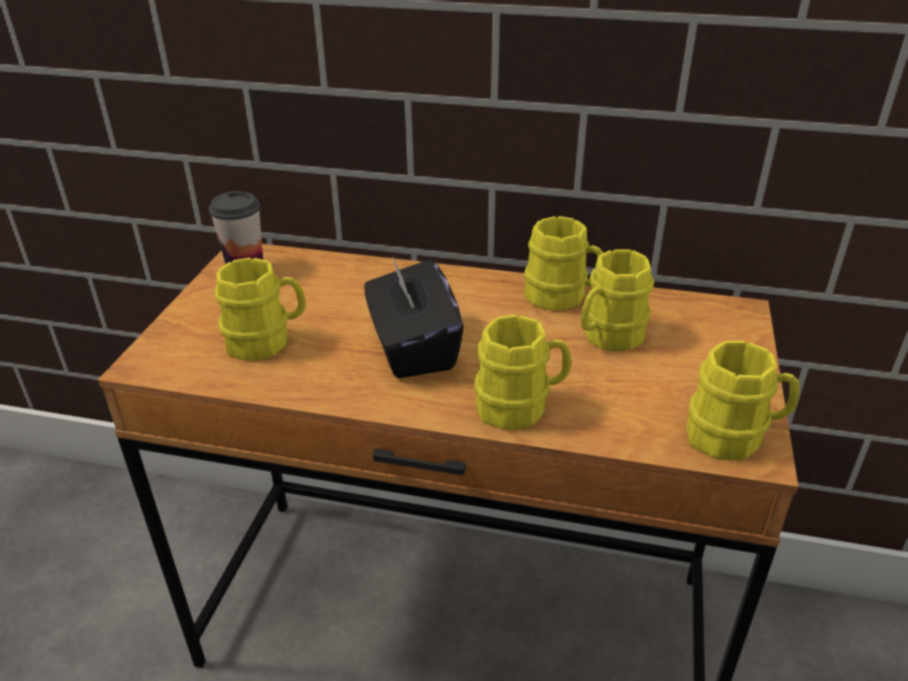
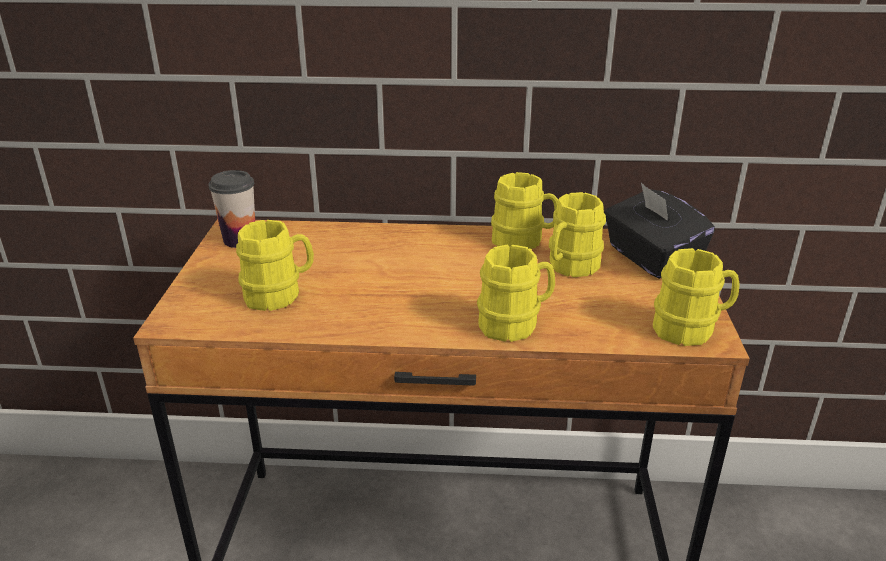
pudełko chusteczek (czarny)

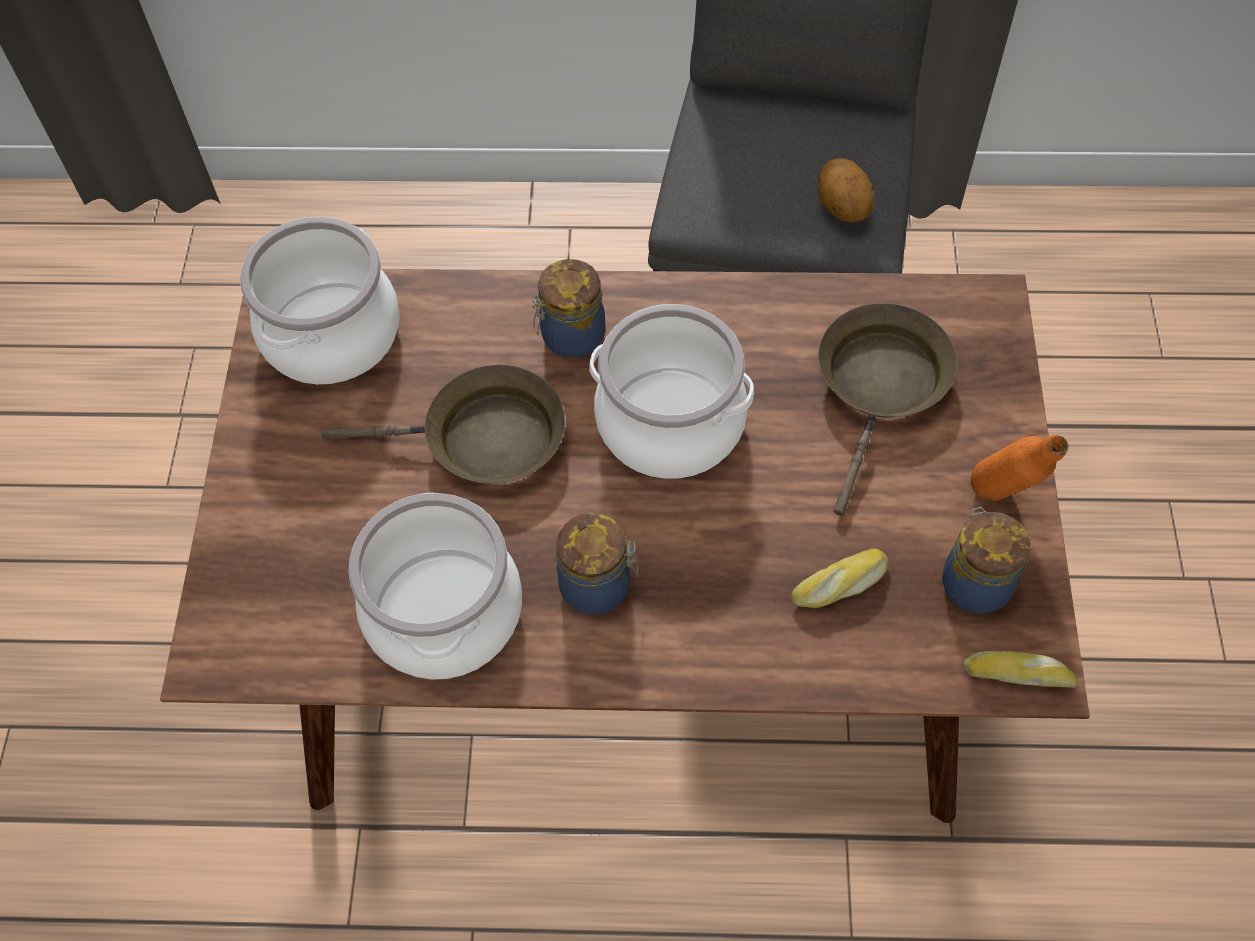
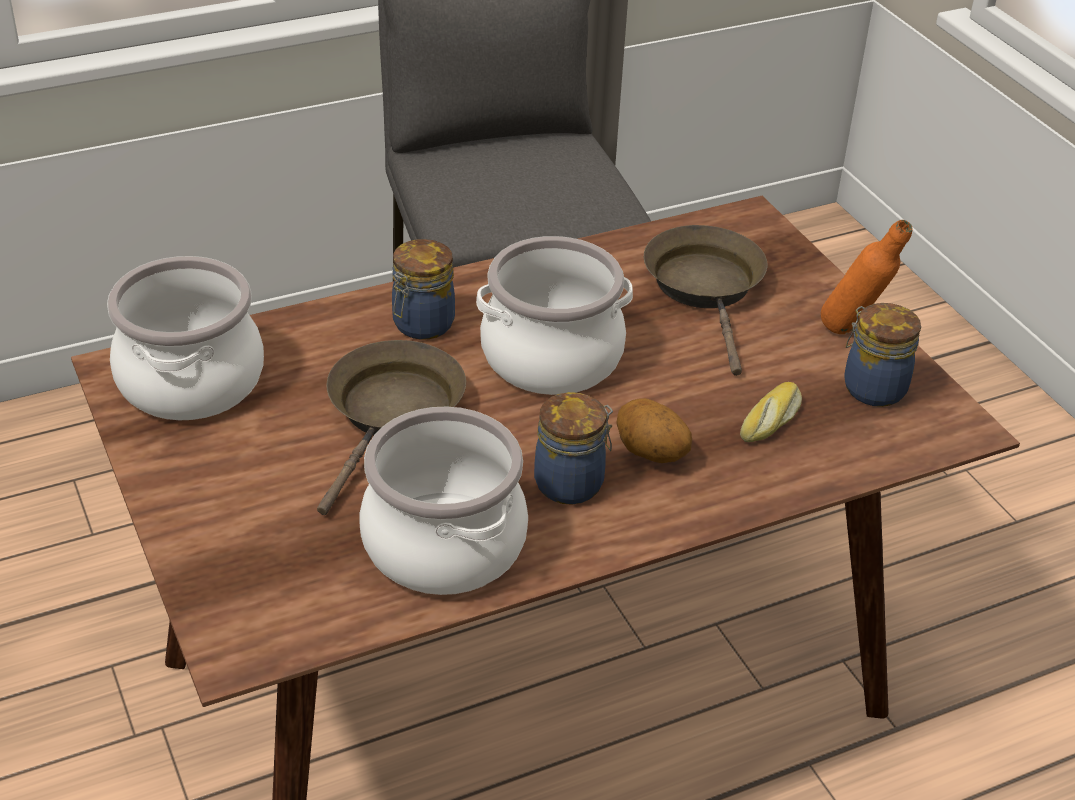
patelnia (brązowy) (no. 1 from left)
ziemniak
chleb (no. 2 from left in the first image)

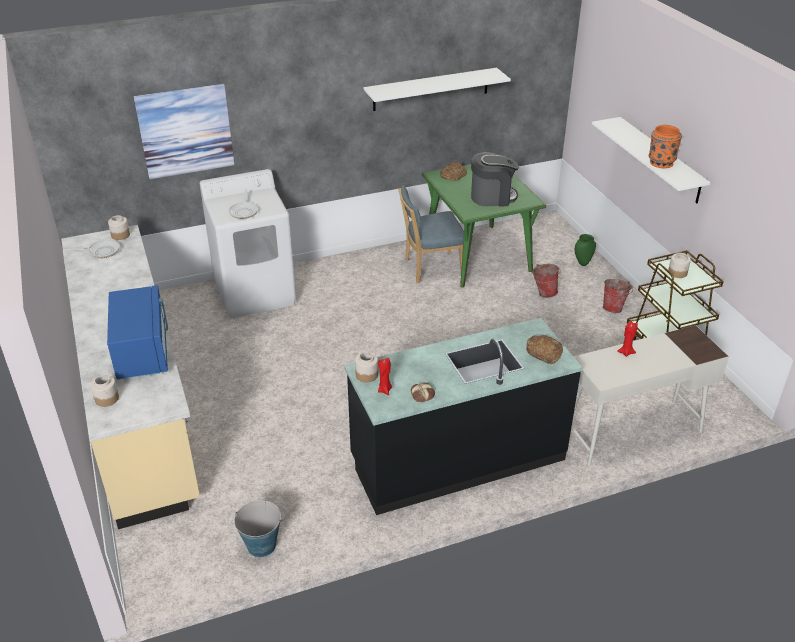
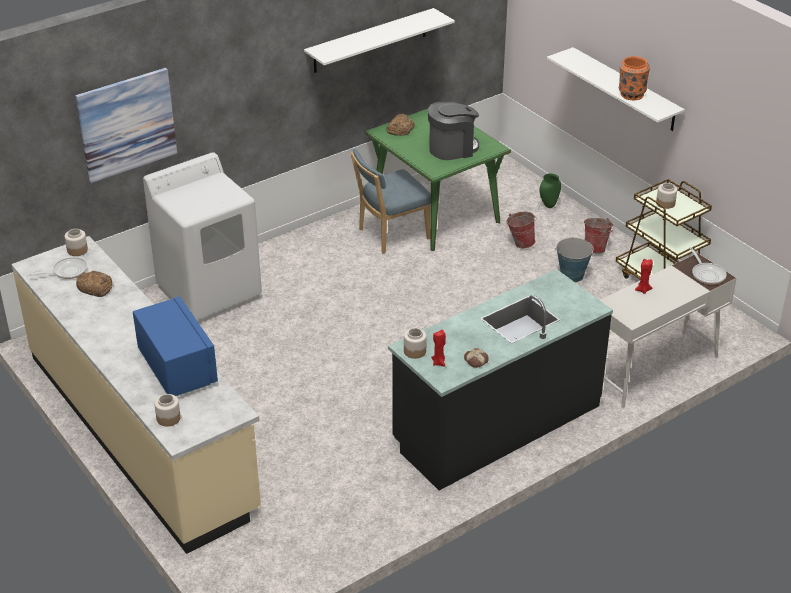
patelnia (no. 2 from left)
wiadro (no. 2 from left)
chleb (no. 1 from left)

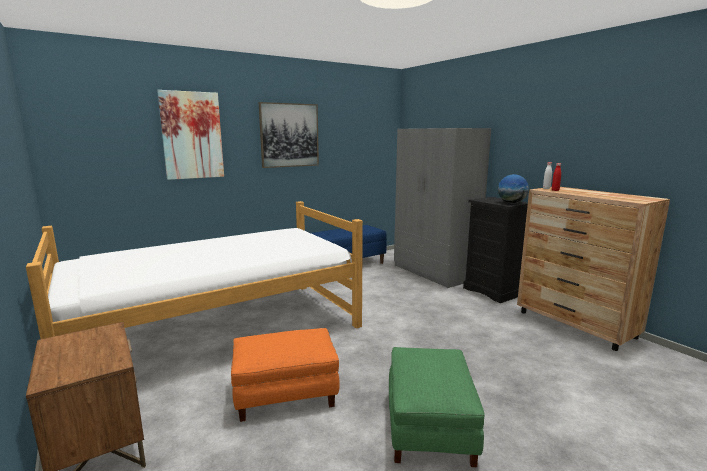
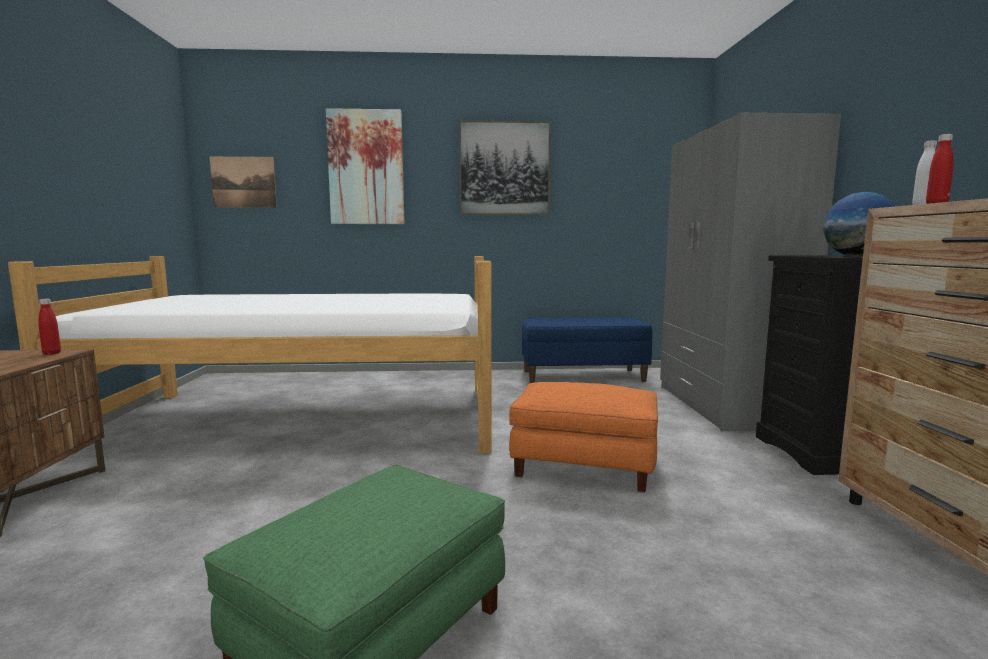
pufa (pomarańczowy)
butelka (czerwony) (no. 1 from left)
obraz (no. 1 from left)

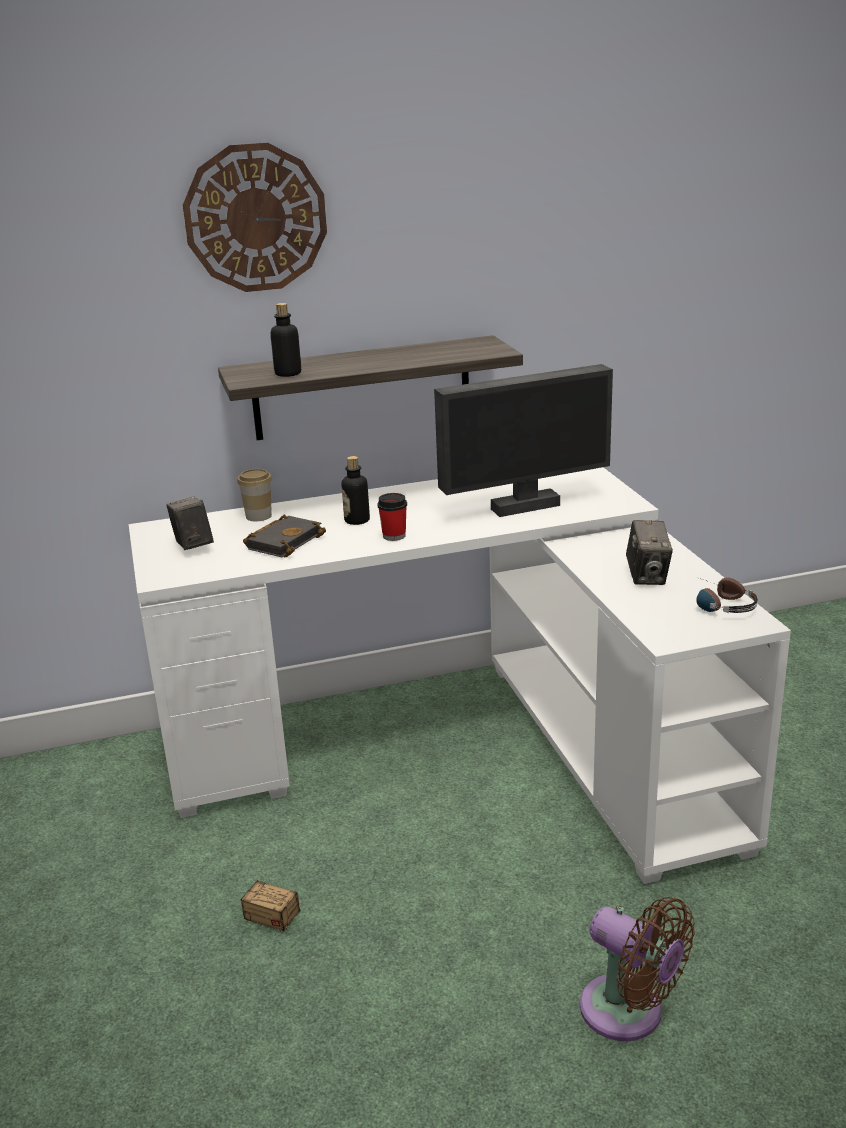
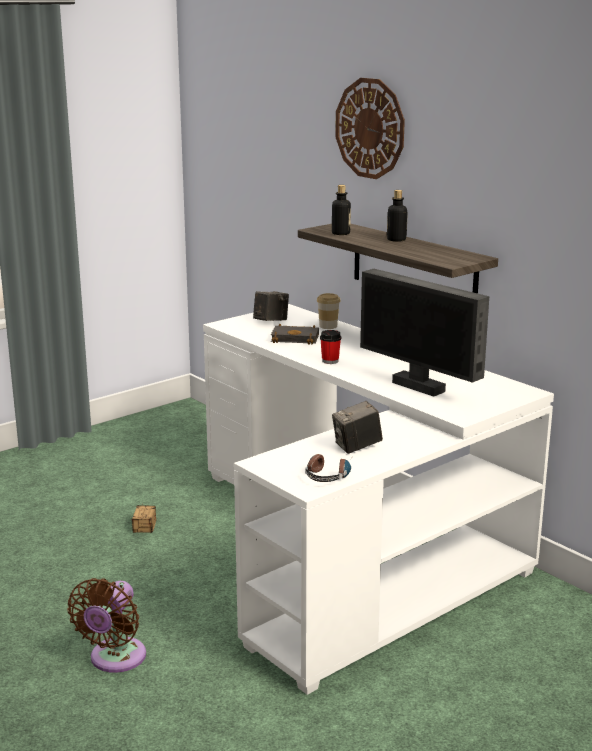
butelka (no. 2 from left)

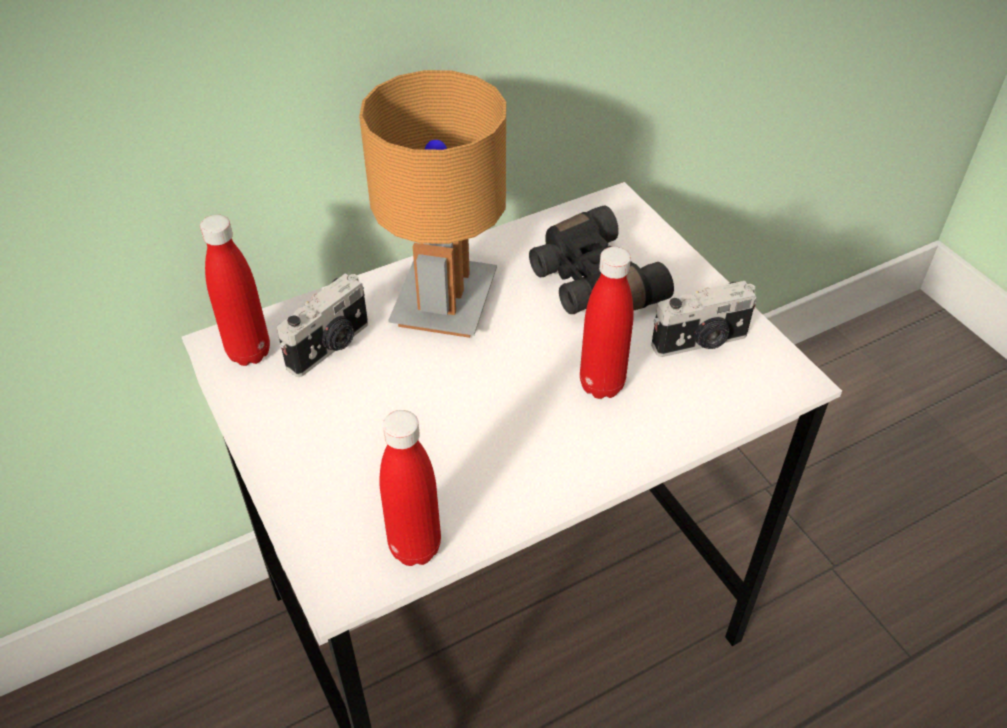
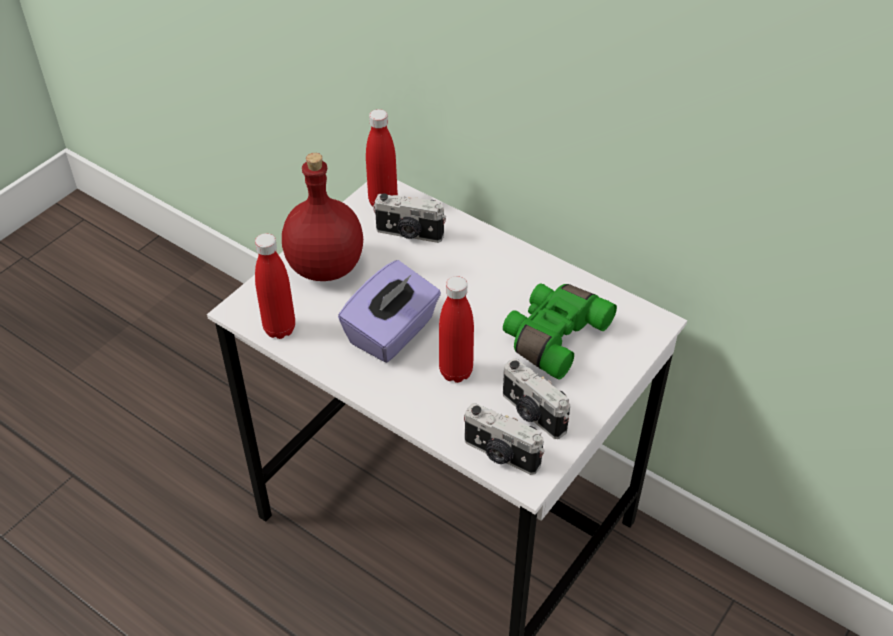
lampa stołowa (brązowy)
lornetka (zielony)
butelka (czerwony) (no. 2 from left)
pudełko chusteczek (fioletowy)
aparat fotograficzny (no. 2 from left)

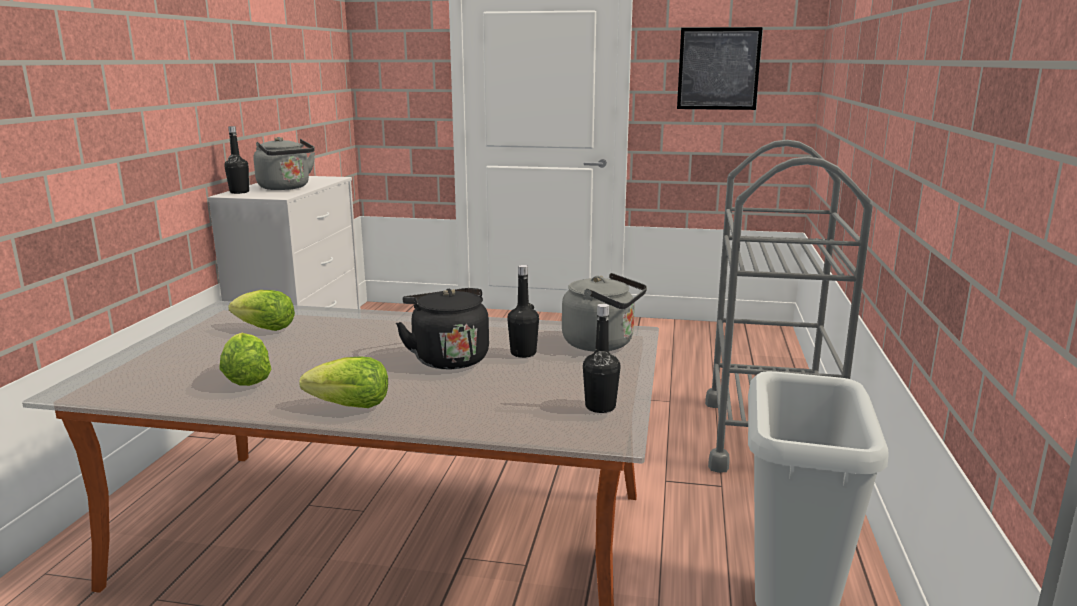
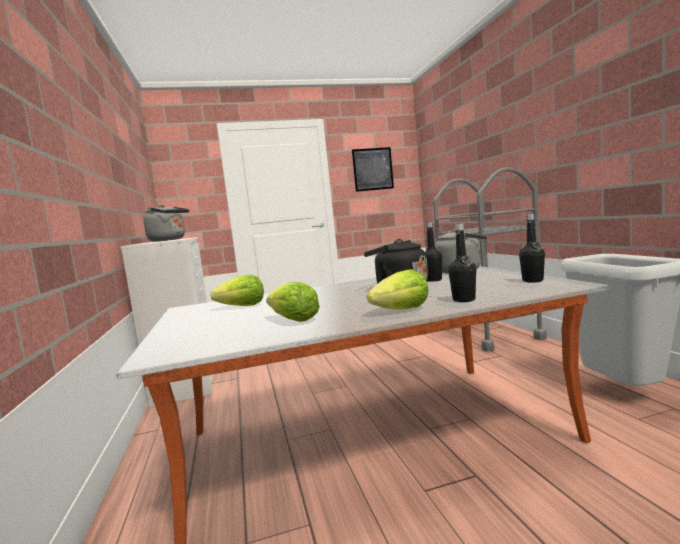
butelka (czarny) (no. 2 from left)

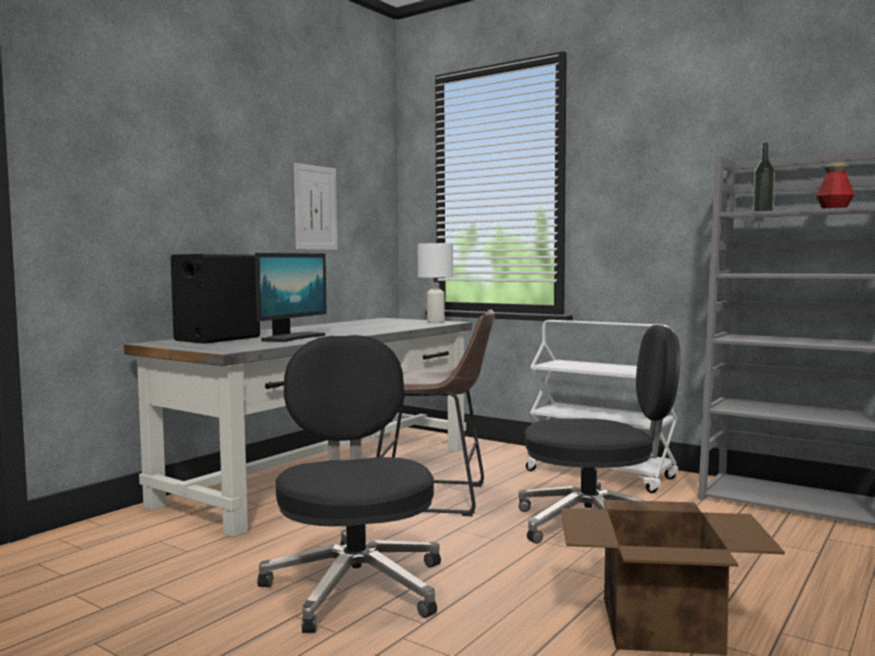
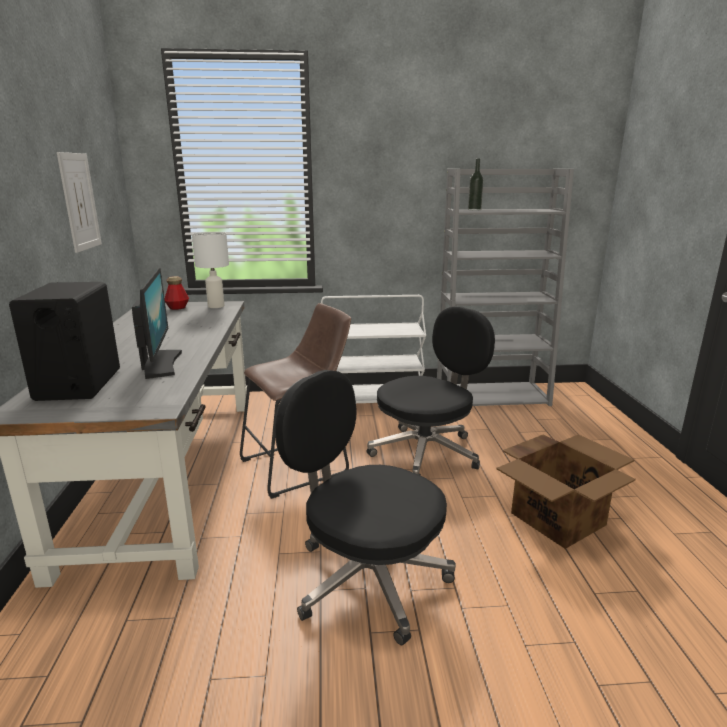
butelka (no. 1 from left)

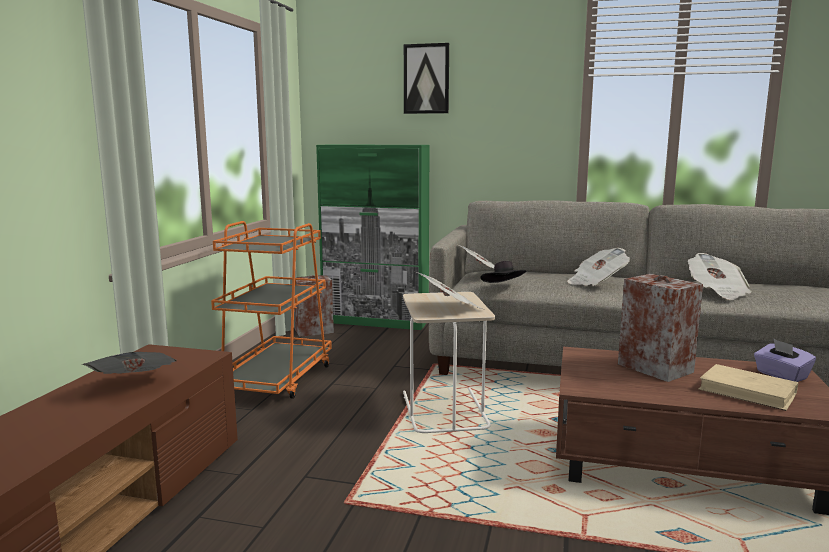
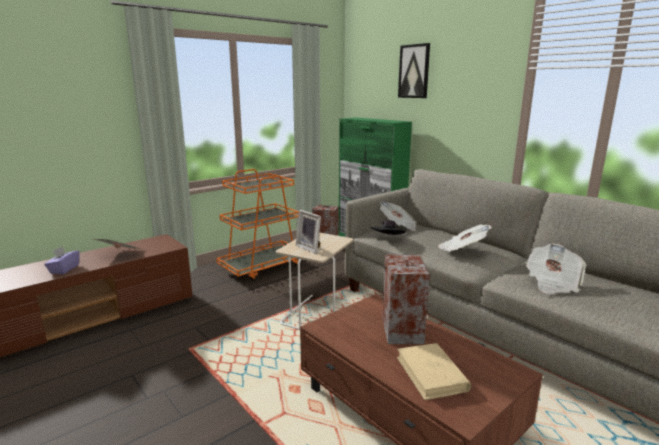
ramka na zdjęcie
pudełko chusteczek (fioletowy)

